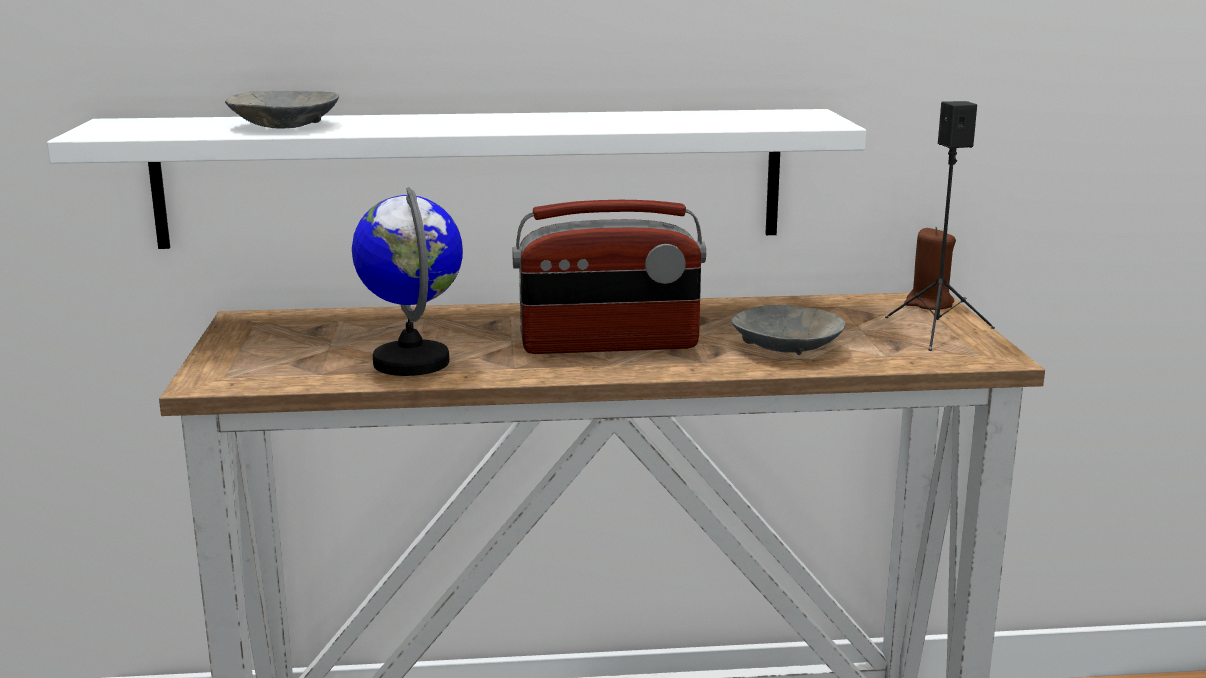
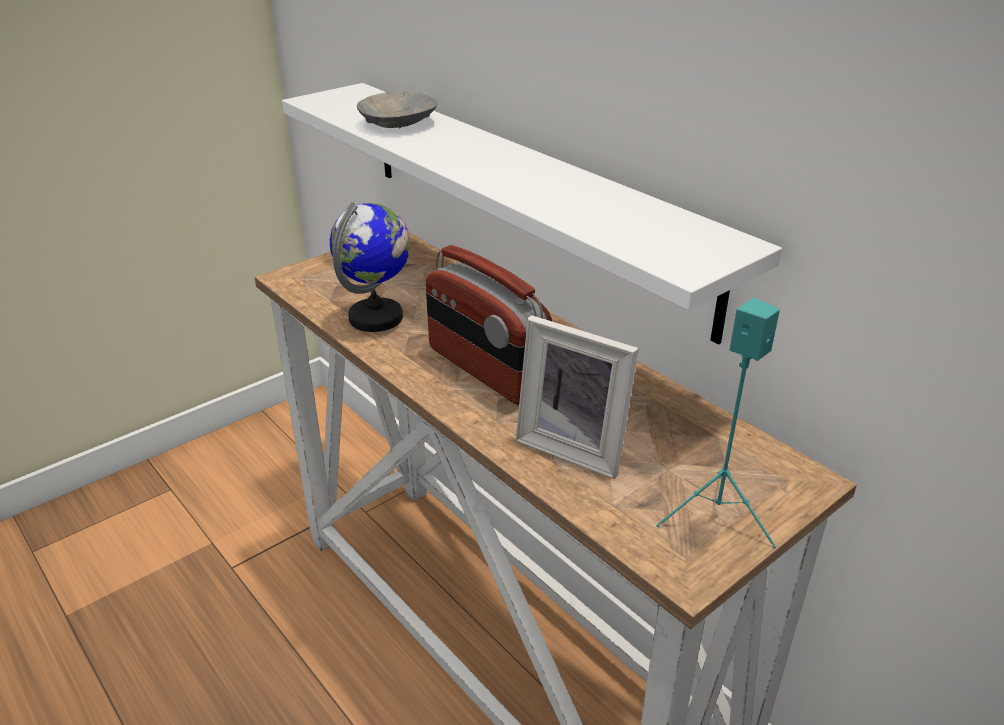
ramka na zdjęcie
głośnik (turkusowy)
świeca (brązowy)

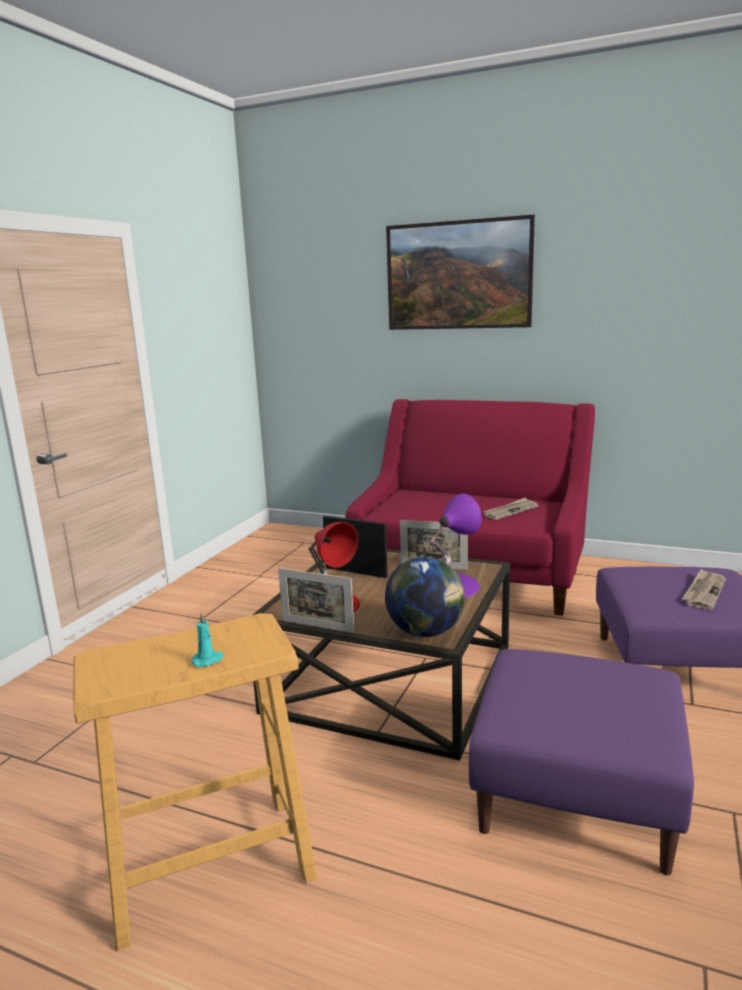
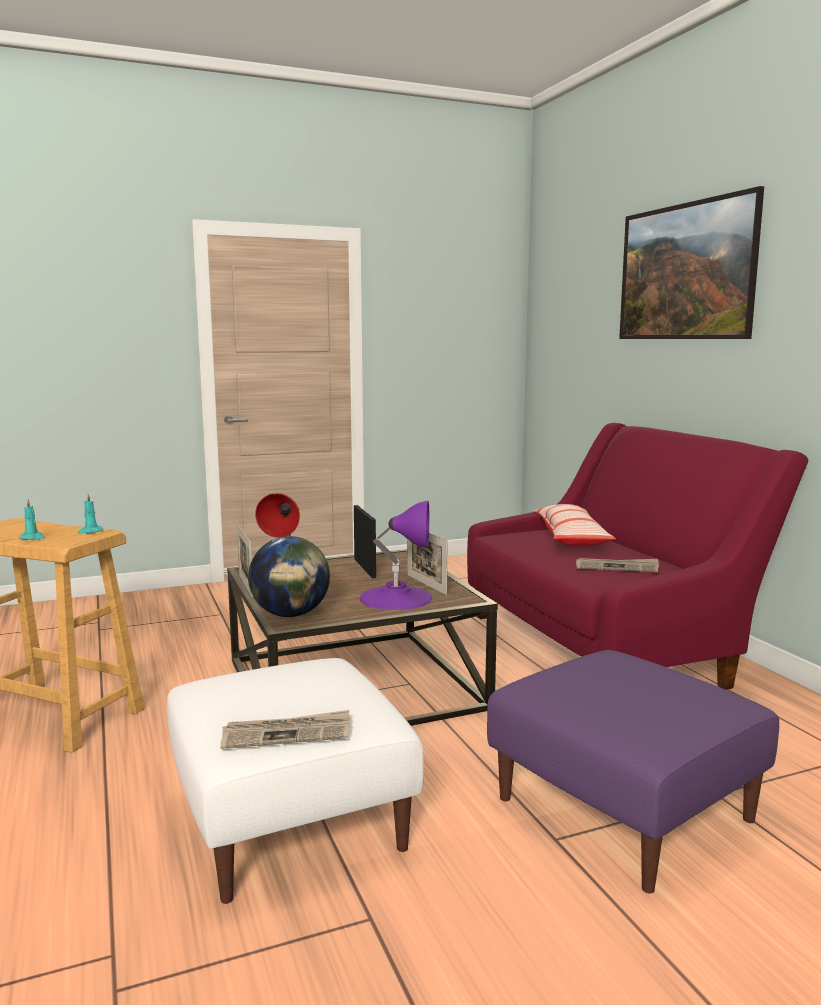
pufa (biały)
gazeta (no. 1 from left)
świeca (turkusowy) (no. 2 from left)
poduszka

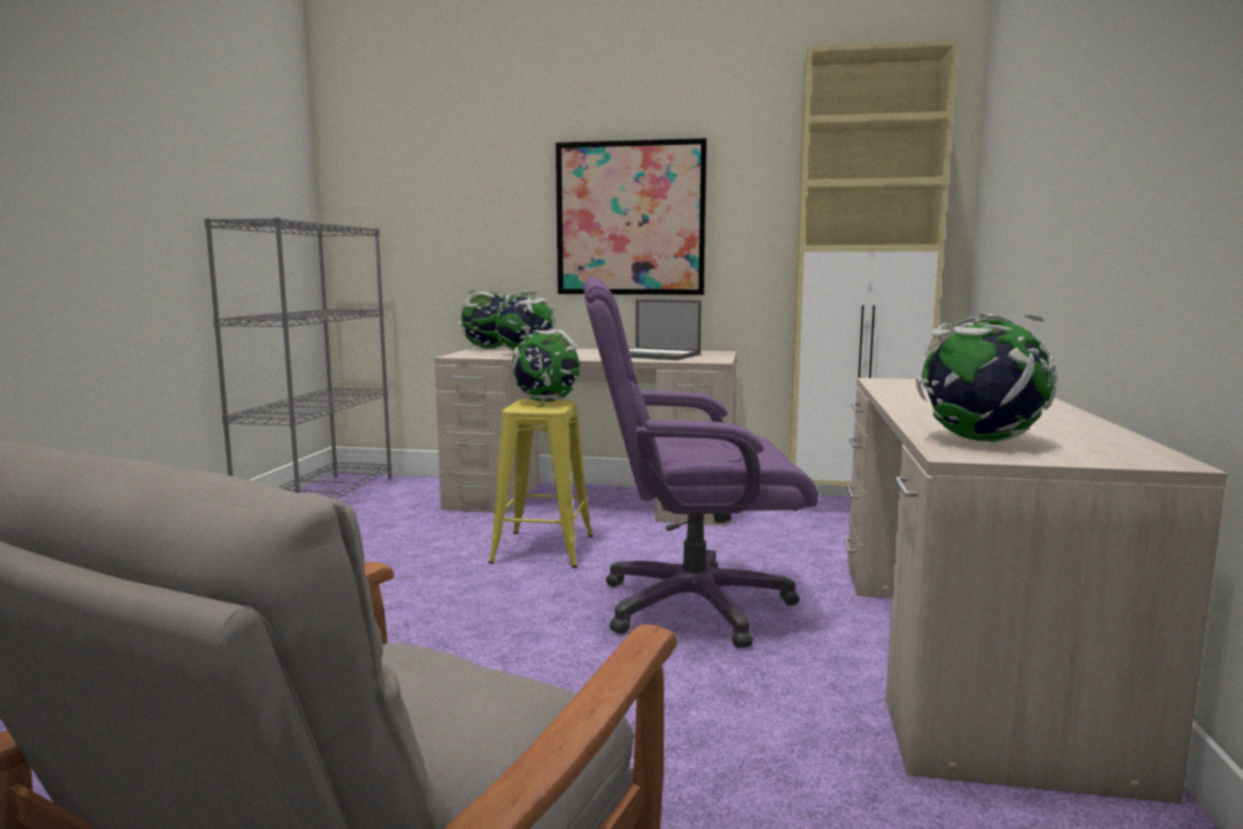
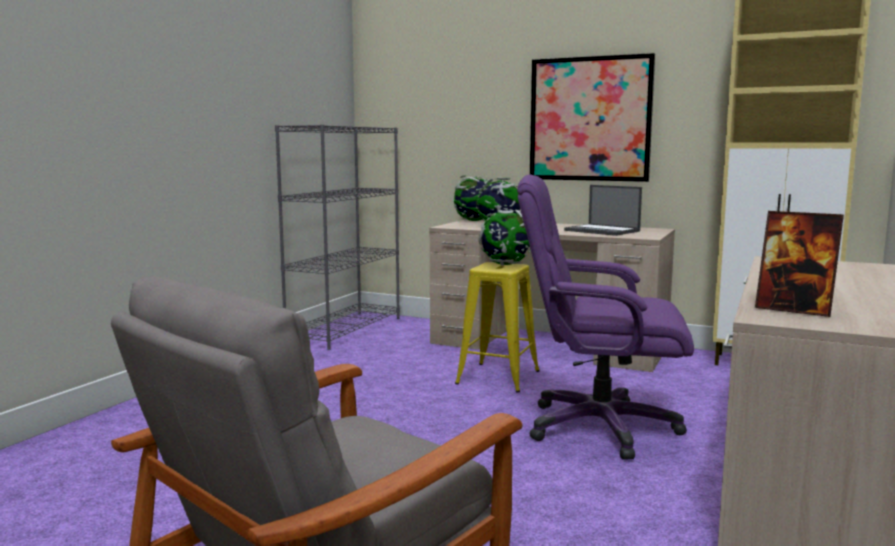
ramka na zdjęcie

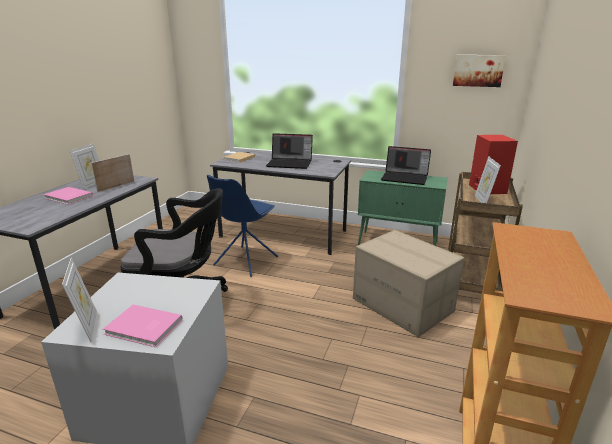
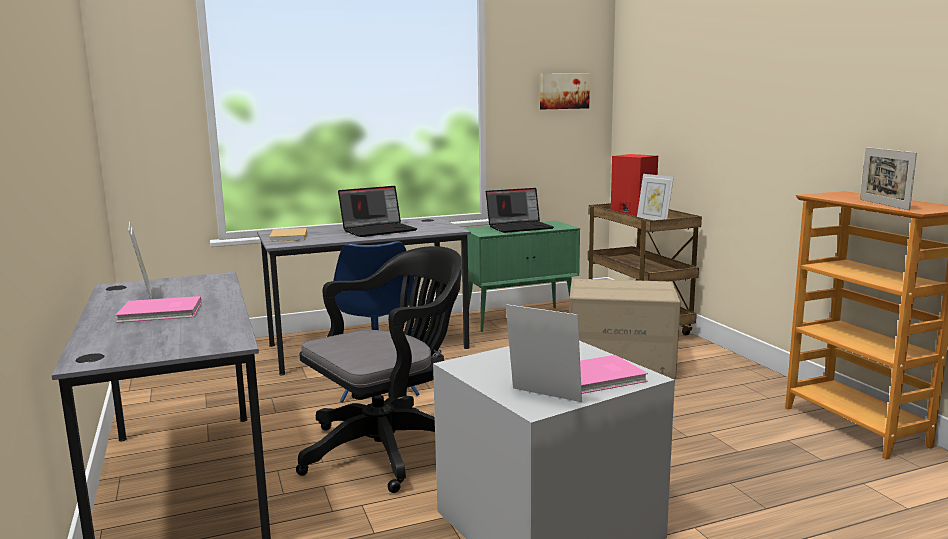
ramka na zdjęcie (no. 4 from left)

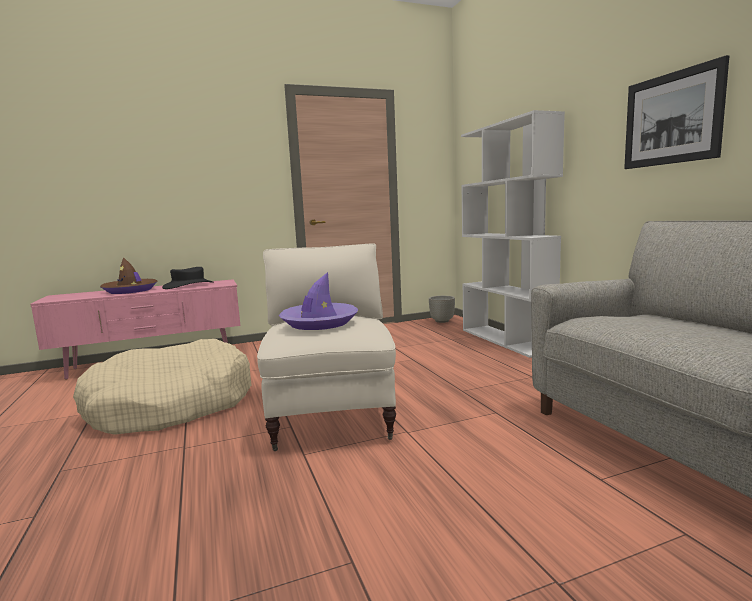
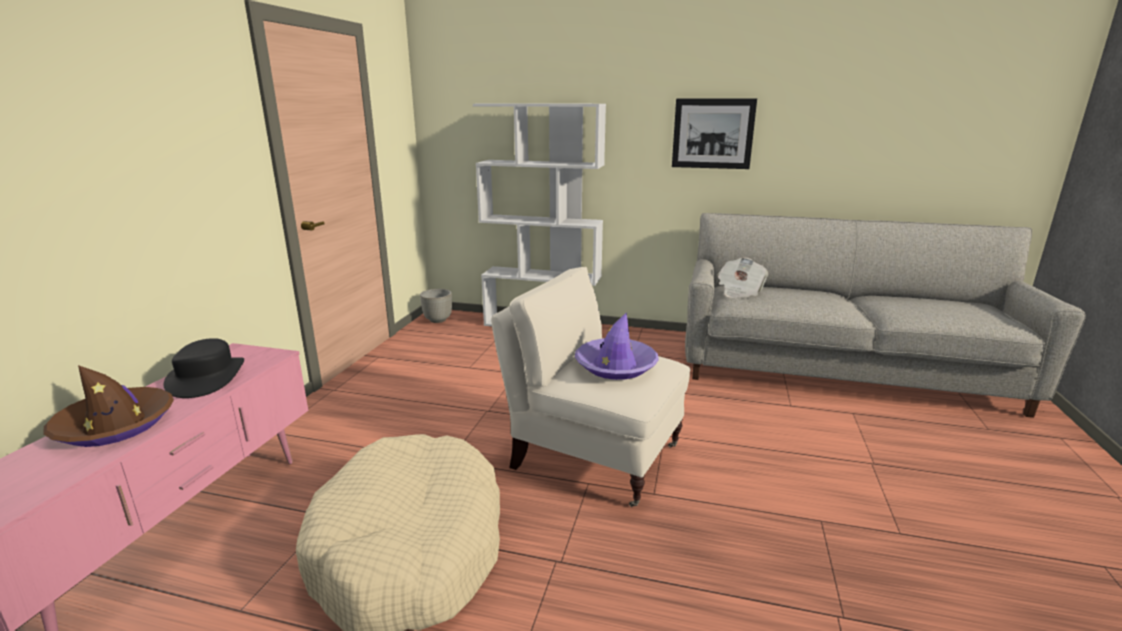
gazeta

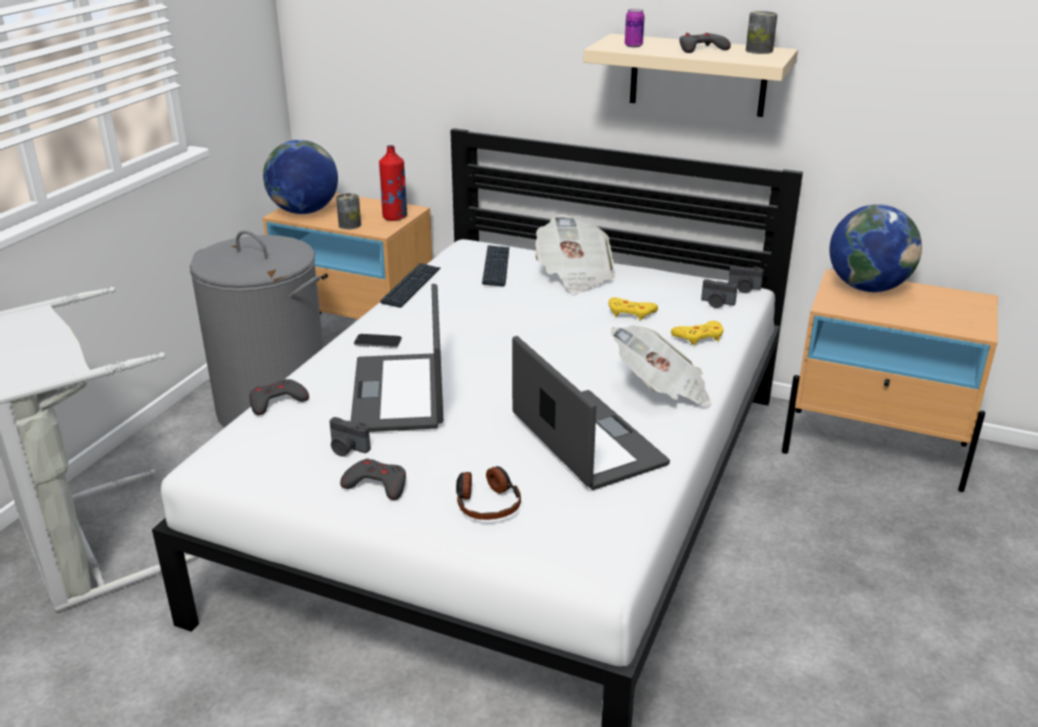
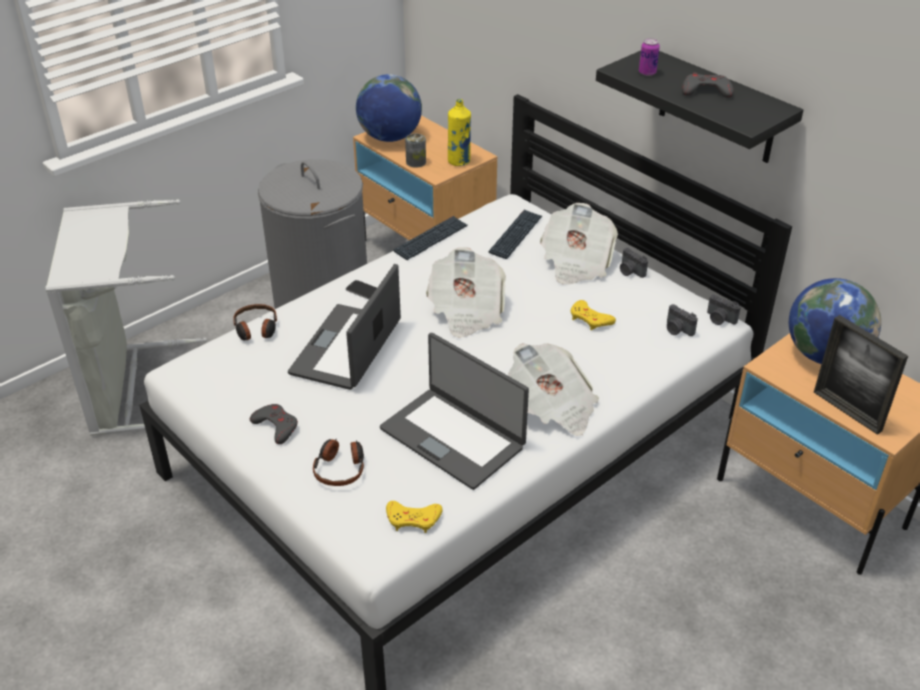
słuchawki (no. 1 from left)
aparat fotograficzny (no. 1 from left)
butelka (żółty)
laptop (no. 2 from left)
półka (czarny)
pad do gier (żółty) (no. 1 from left)
puszka (no. 3 from left in the first image)
gazeta (no. 1 from left)
ramka na zdjęcie

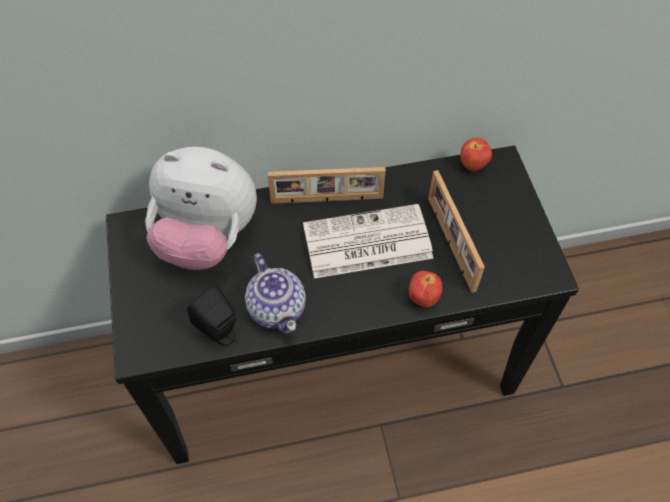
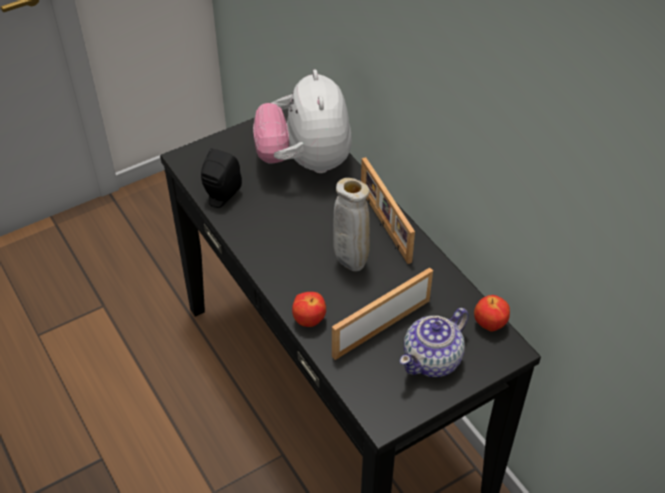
imbryk
wazon (beżowy)

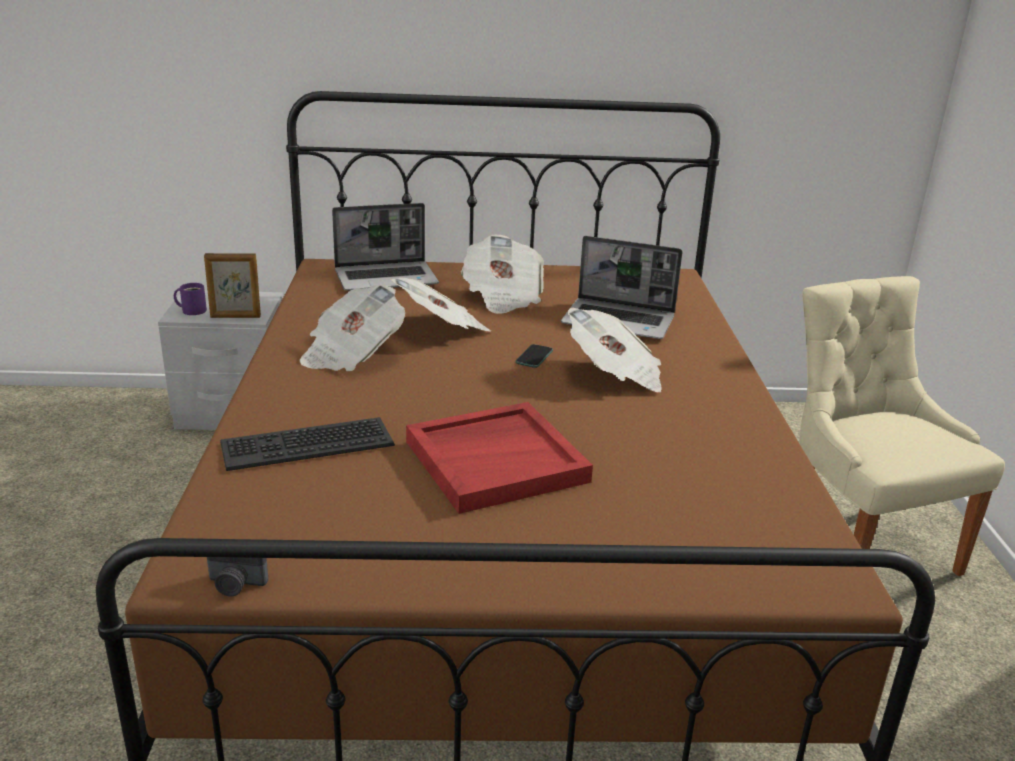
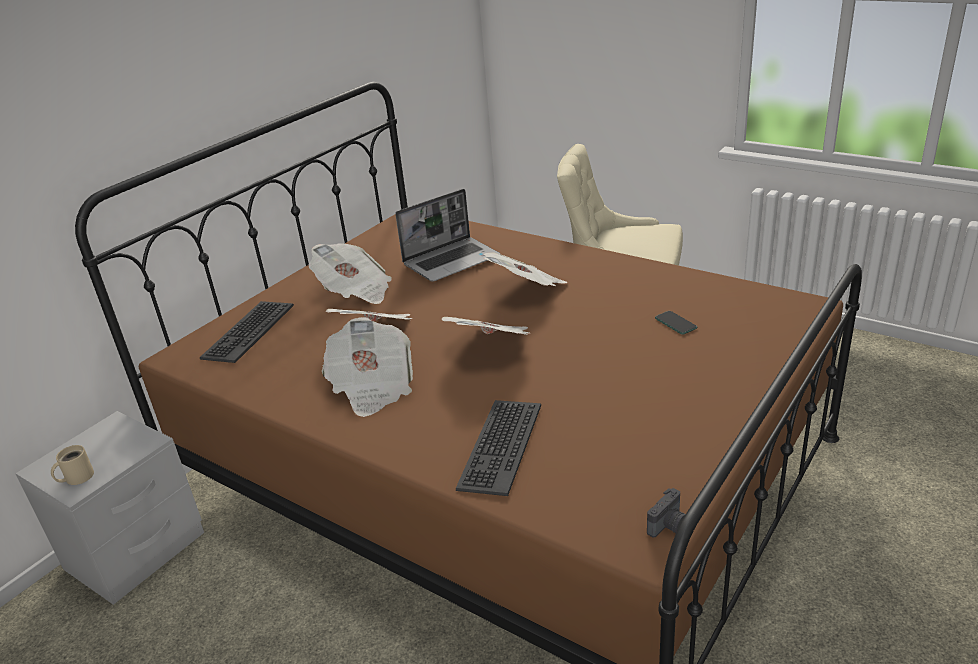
kubek (beżowy)
ramka na zdjęcie
klawiatura (no. 1 from left)
taca (czerwony)
telefon
gazeta (no. 4 from left)

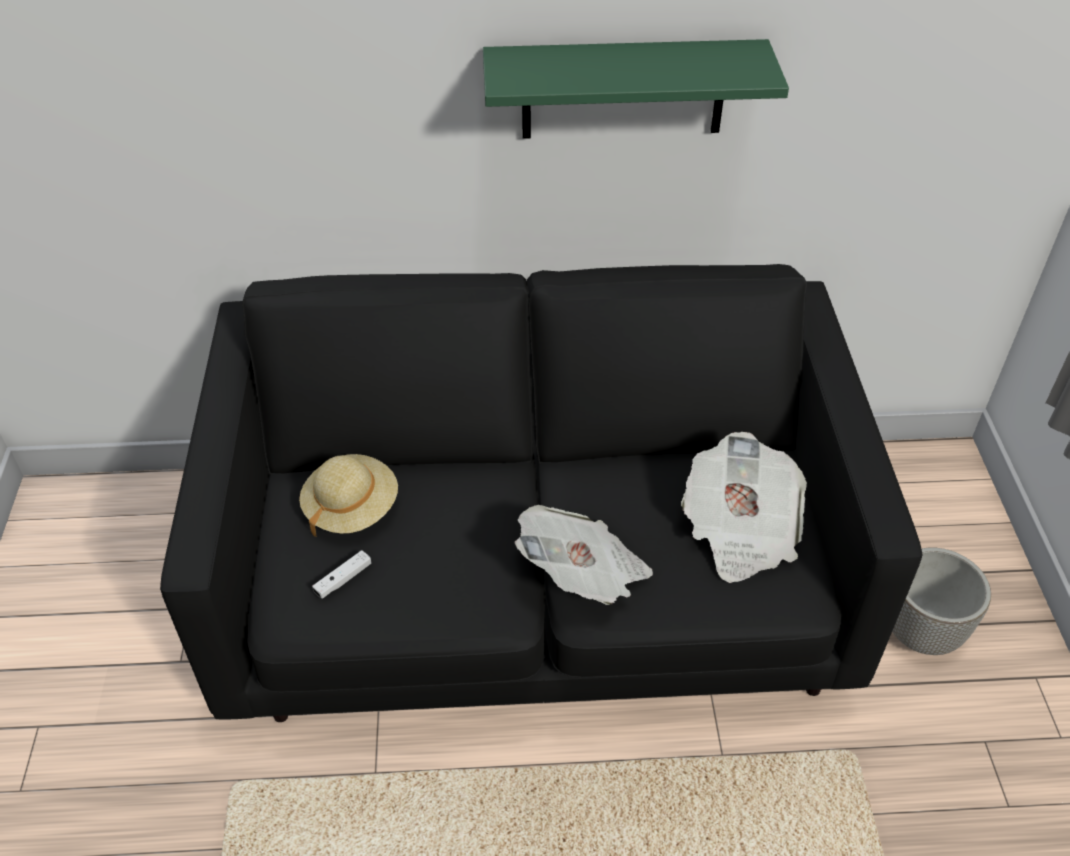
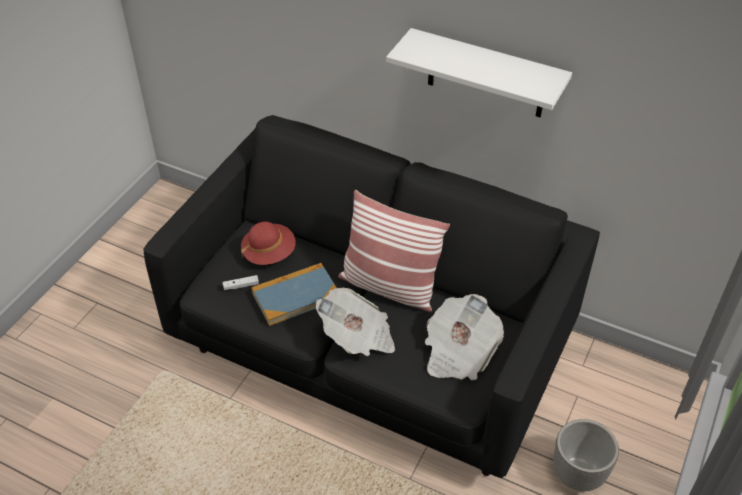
kapelusz (czerwony)
półka (biały)
książka
poduszka

